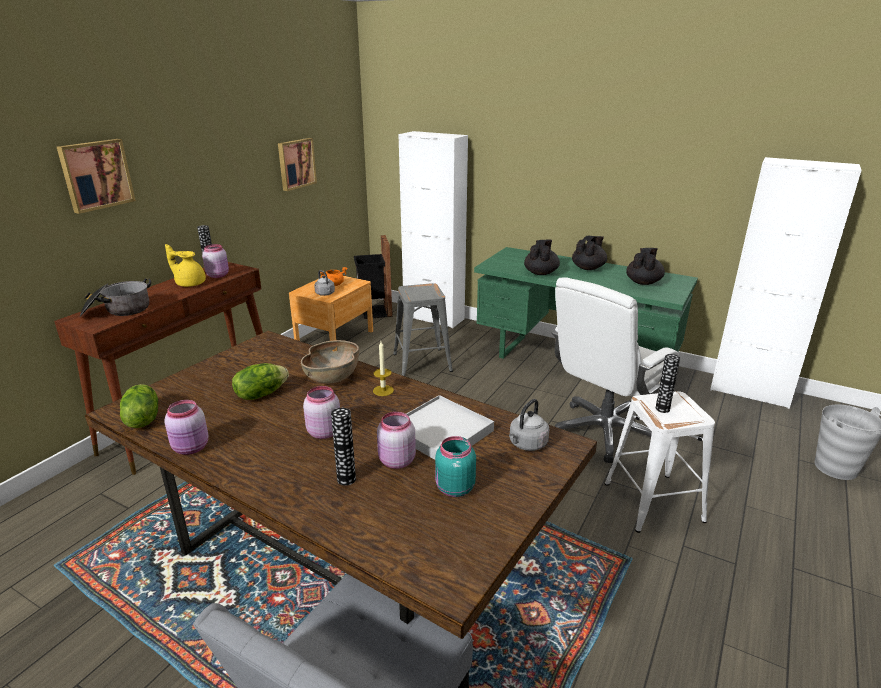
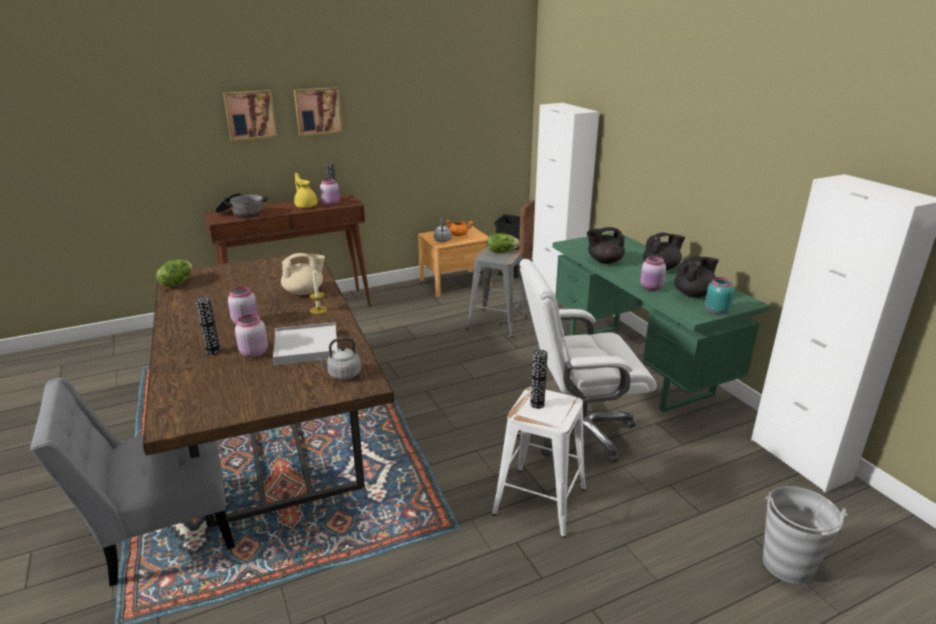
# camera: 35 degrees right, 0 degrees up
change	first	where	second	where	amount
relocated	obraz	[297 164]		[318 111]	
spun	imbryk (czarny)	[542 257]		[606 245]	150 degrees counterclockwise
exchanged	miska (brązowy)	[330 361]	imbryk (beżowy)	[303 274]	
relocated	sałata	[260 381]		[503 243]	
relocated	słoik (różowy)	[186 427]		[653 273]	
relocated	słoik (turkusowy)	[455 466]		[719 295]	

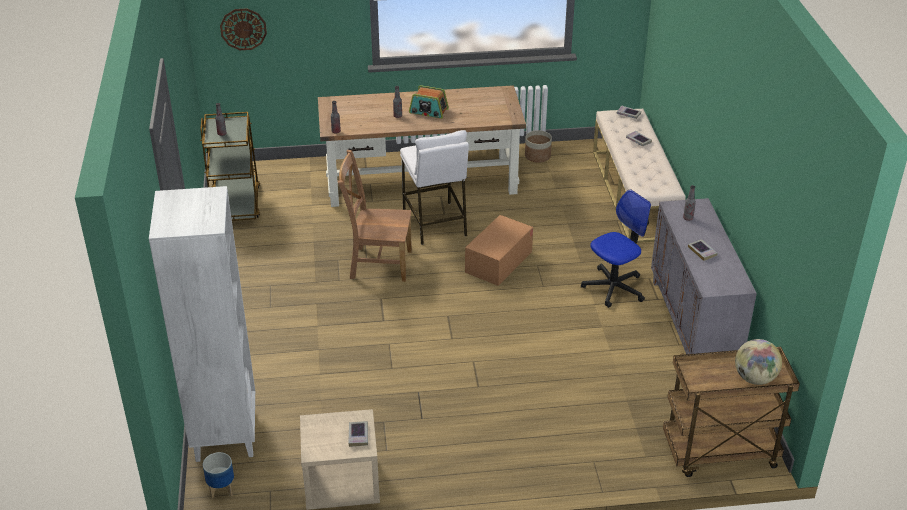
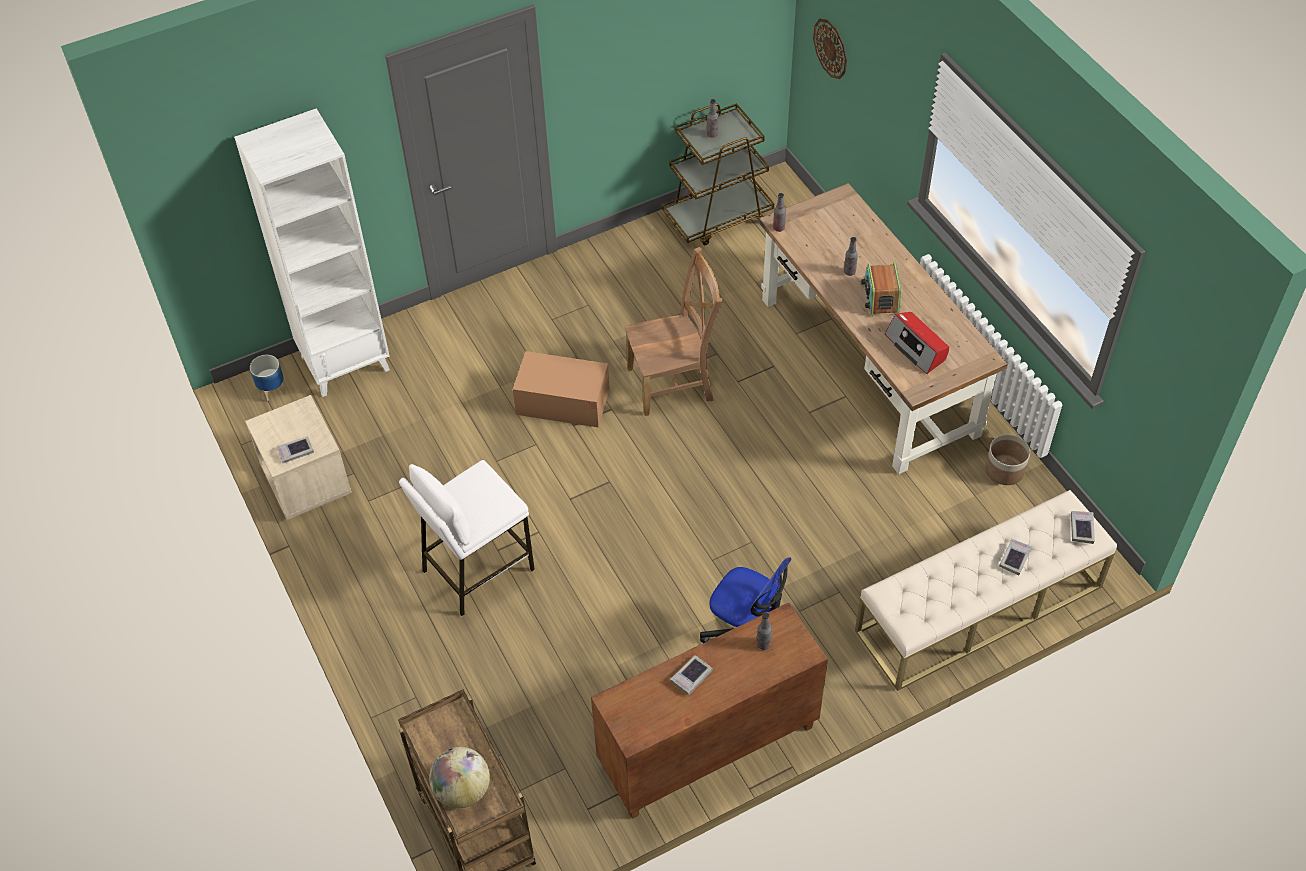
# camera: 70 degrees right, 15 degrees up
change	first	where	second	where	amount
relocated	stołek (biały)	[434 187]		[467 538]	
spun	krzesło (brązowy)	[375 216]		[674 331]	90 degrees clockwise
colour	szafka (szary)	[704 276]	szafka (brązowy)	[709 711]	
relocated	karton	[499 250]		[561 389]	
appeared			radio	[917 343]	

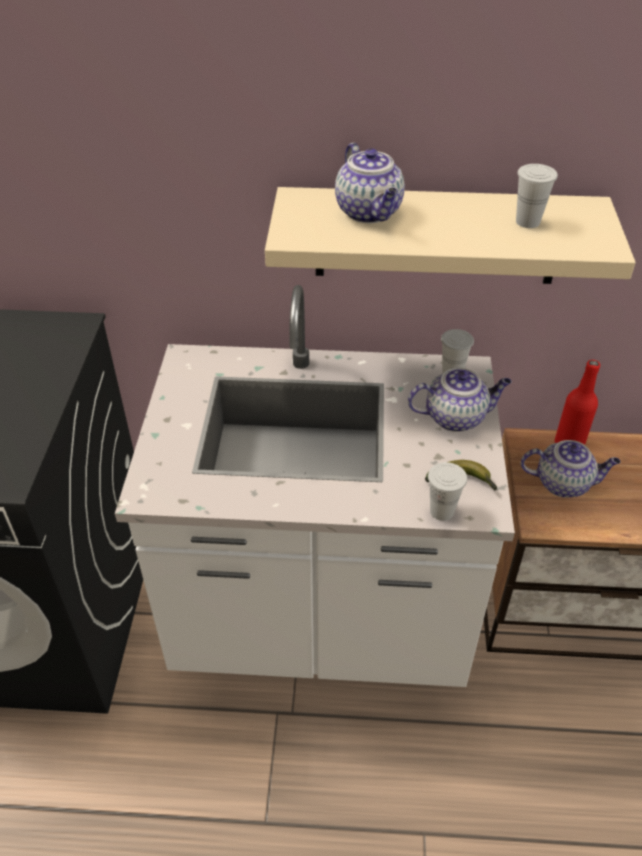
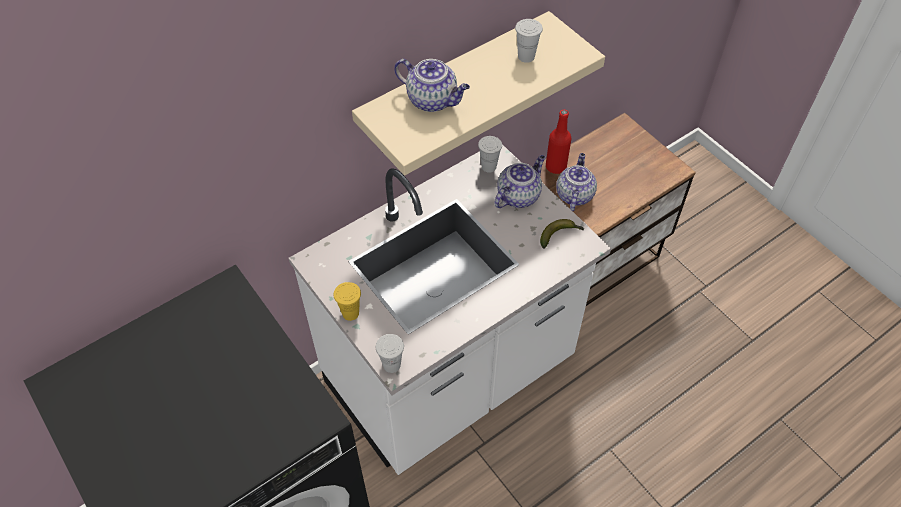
# camera: 40 degrees left, 10 degrees up
change	first	where	second	where	amount
spun	imbryk	[571 469]		[576 182]	45 degrees counterclockwise
relocated	filiżanka (biały)	[447 491]		[390 353]	
appeared			filiżanka (żółty)	[347 301]	

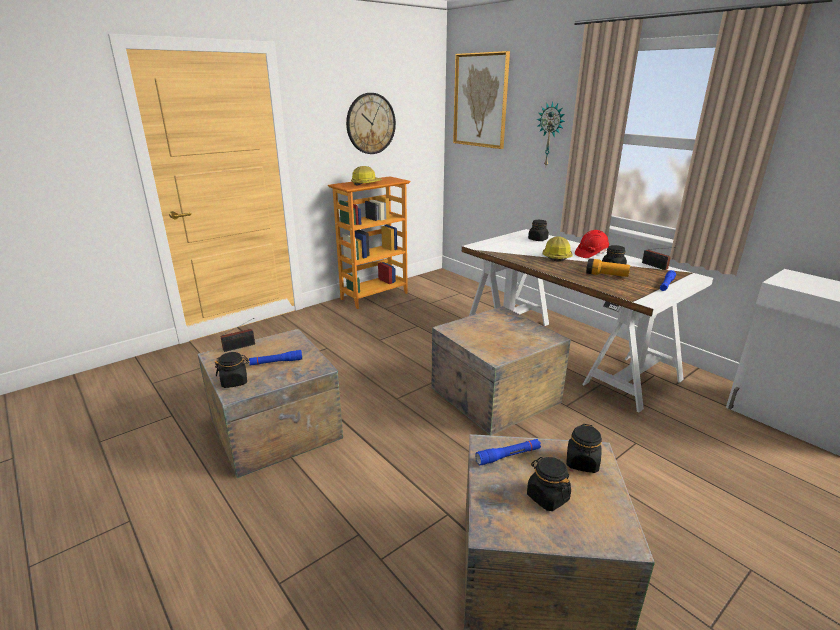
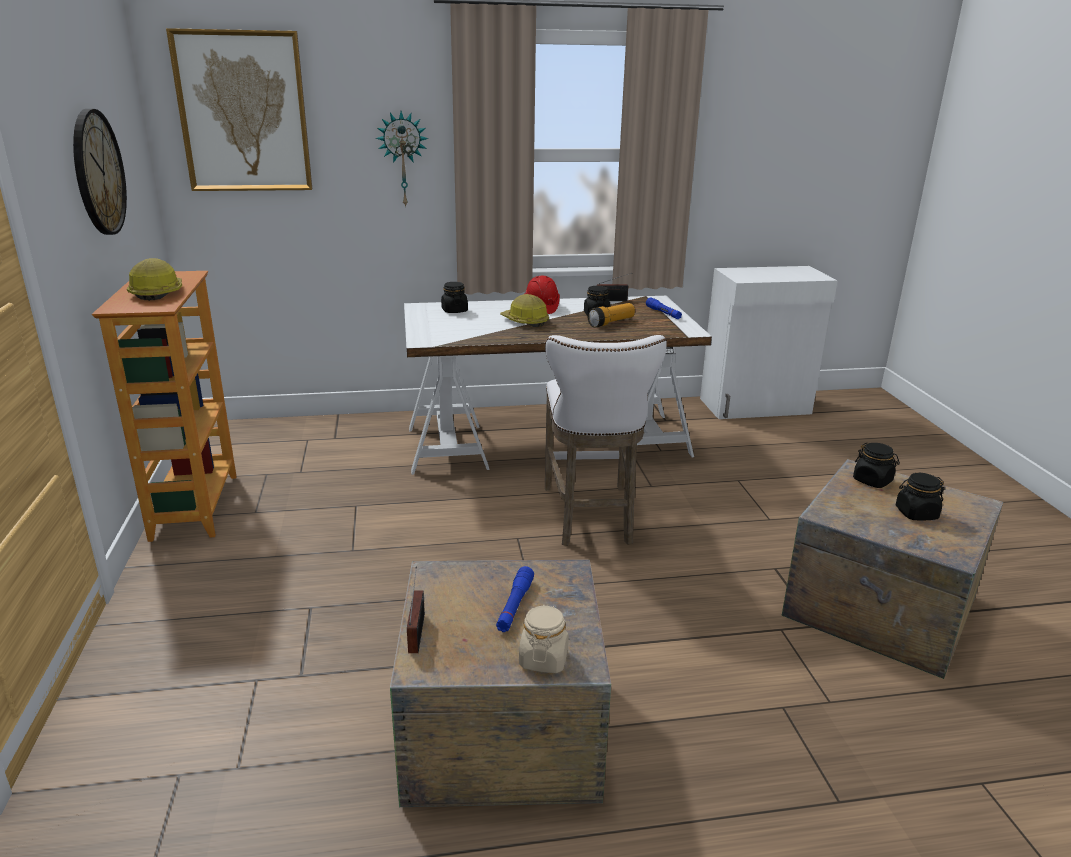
# camera: 60 degrees left, 0 degrees up
change	first	where	second	where	amount
exchanged	skrzynka	[501 370]	stołek (biały)	[606 440]	
colour	słoik (czarny)	[232 370]	słoik (beżowy)	[544 639]	
missing	latarka (niebieski)	[508 452]			

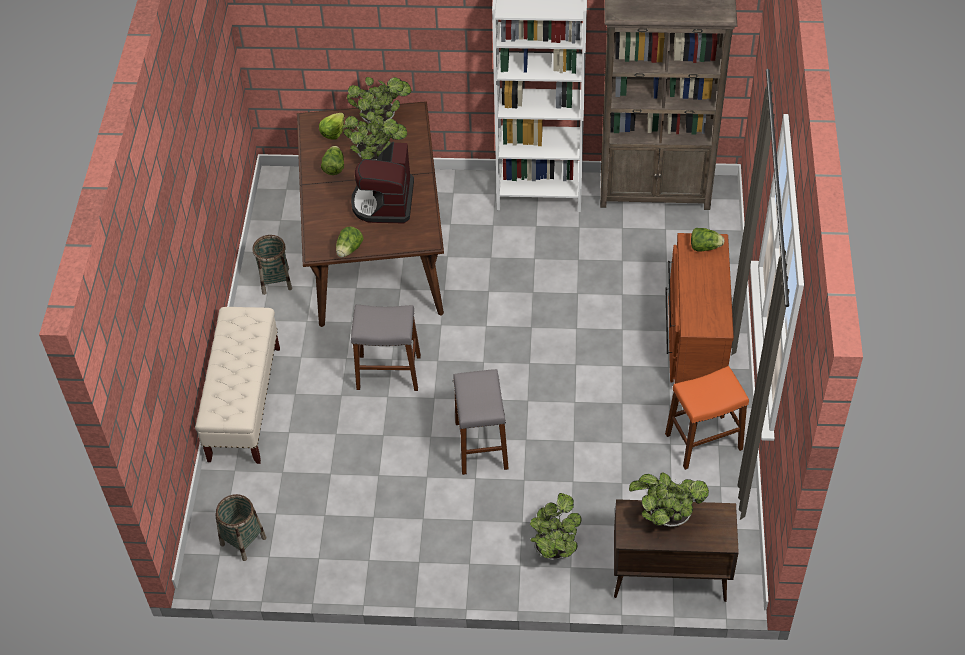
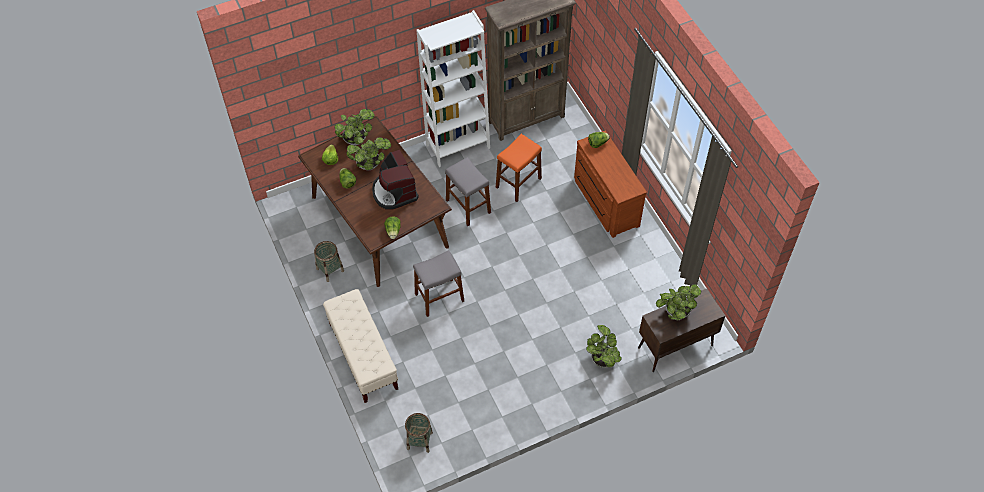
# camera: 30 degrees left, 5 degrees up
change	first	where	second	where	amount
relocated	stołek (pomarańczowy)	[707 418]		[519 168]	
relocated	stołek (szary)	[481 422]		[468 191]	

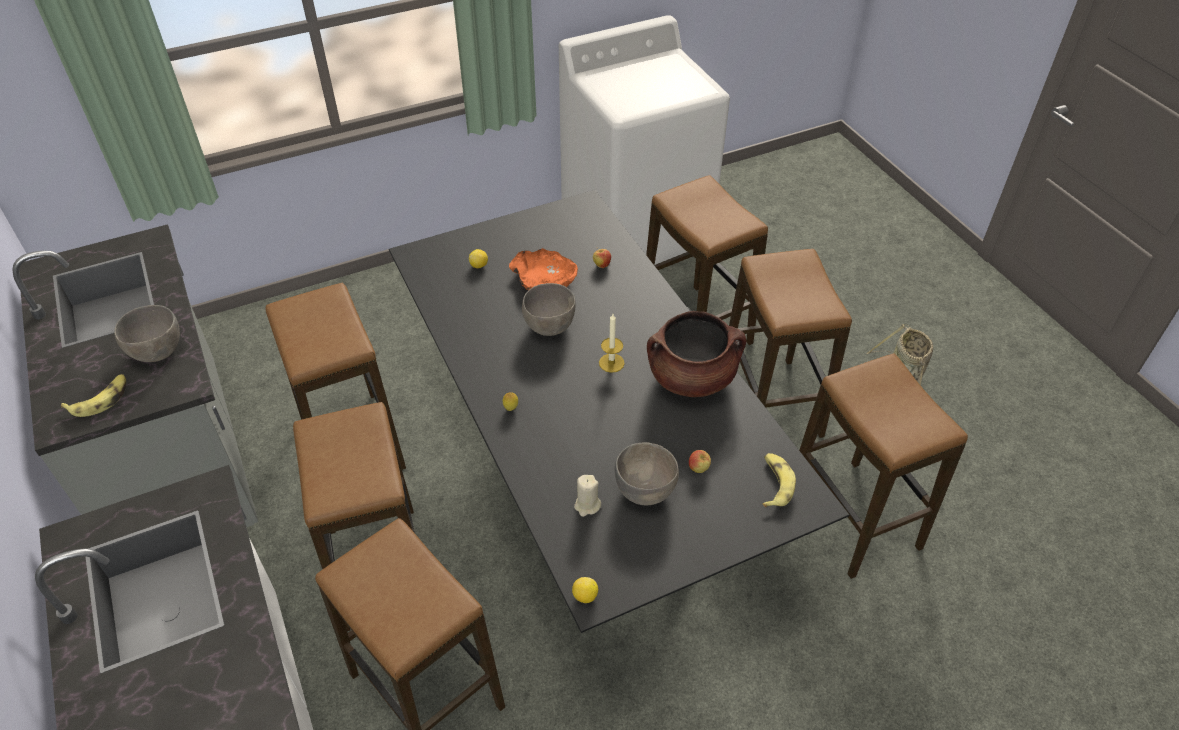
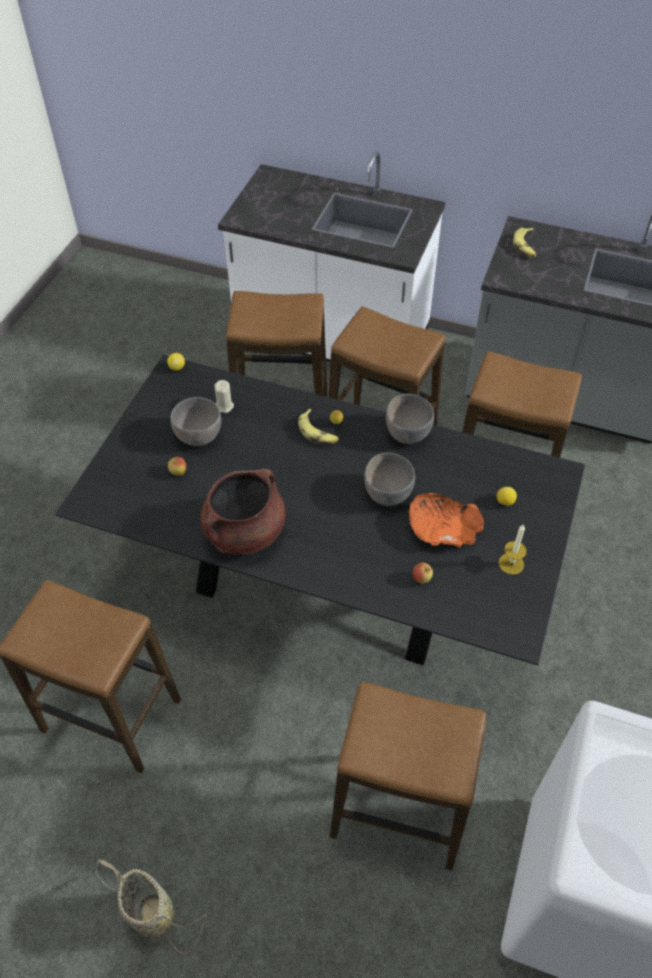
# camera: 135 degrees right, 5 degrees up
change	first	where	second	where	amount
missing	stołek	[790 343]			
relocated	miska (szary)	[147 333]		[410 419]	
relocated	świeca	[612 343]		[513 550]	
relocated	banan	[779 480]		[318 427]	

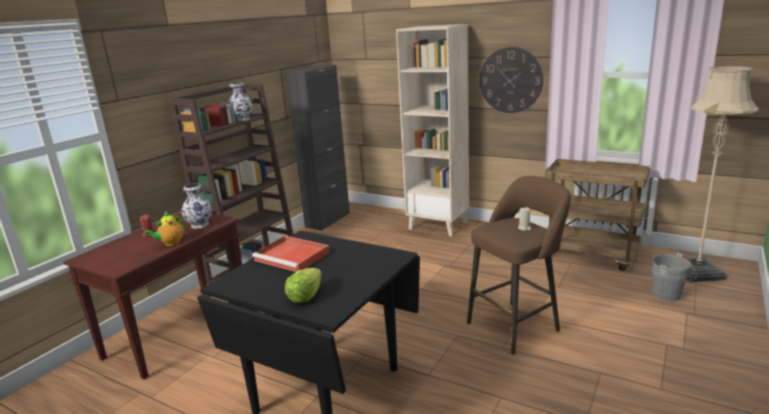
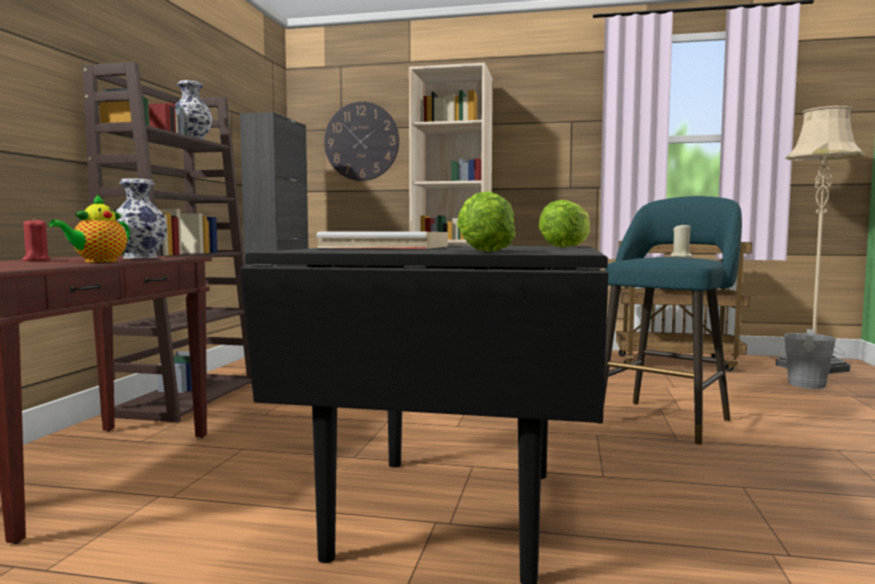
# camera: 20 degrees left, 15 degrees down
change	first	where	second	where	amount
relocated	zegar ścienny	[511 80]		[361 141]	
colour	stołek (brązowy)	[519 265]	stołek (turkusowy)	[670 320]	
colour	taca (czerwony)	[291 254]	taca (beżowy)	[382 240]	
appeared			sałata	[564 223]	

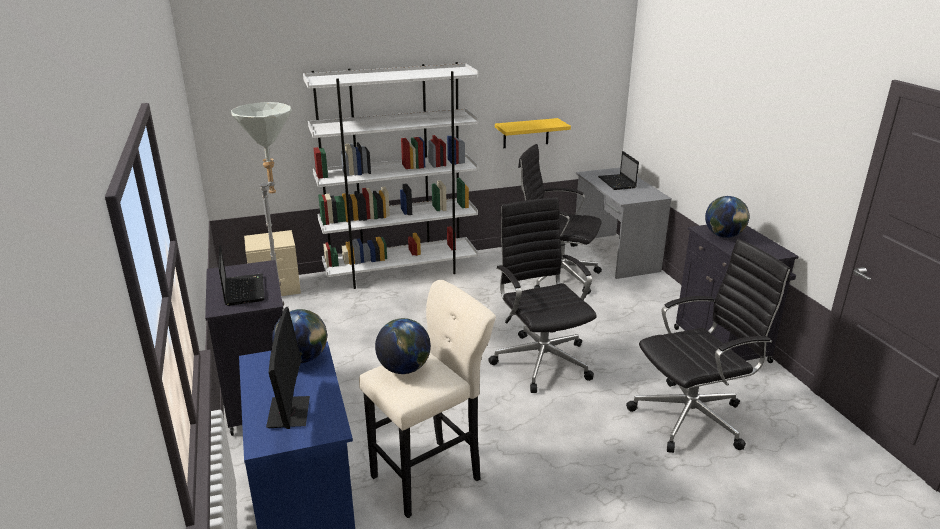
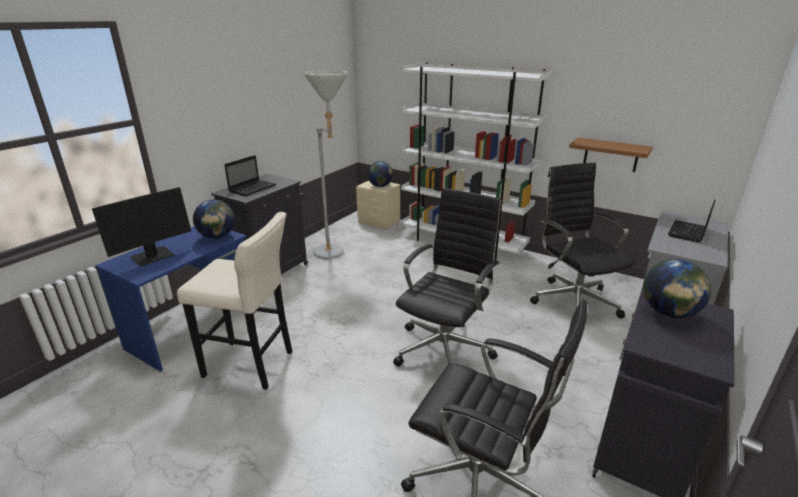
# camera: 50 degrees right, 0 degrees up
change	first	where	second	where	amount
colour	półka (żółty)	[533 133]	półka (brązowy)	[610 155]	
relocated	globus	[403 346]		[380 174]	

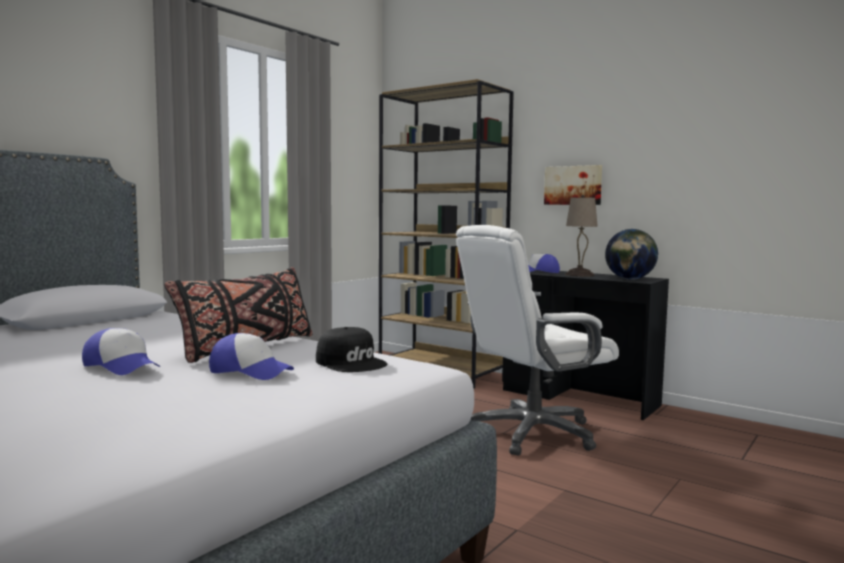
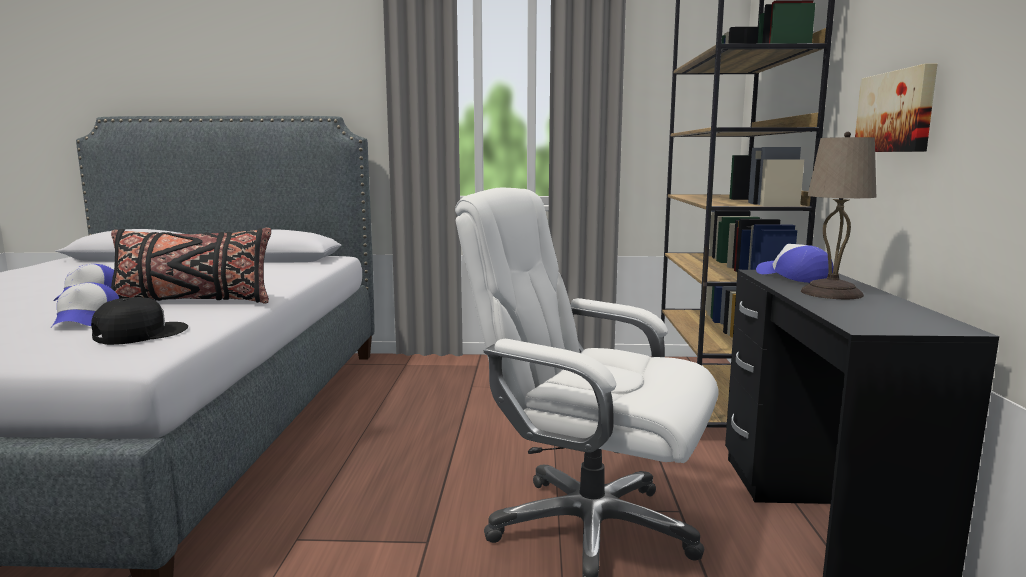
# camera: 55 degrees right, 5 degrees up
change	first	where	second	where	amount
missing	globus	[631 254]			
spun	czapka z daszkiem (czarny)	[352 349]		[139 321]	150 degrees counterclockwise

